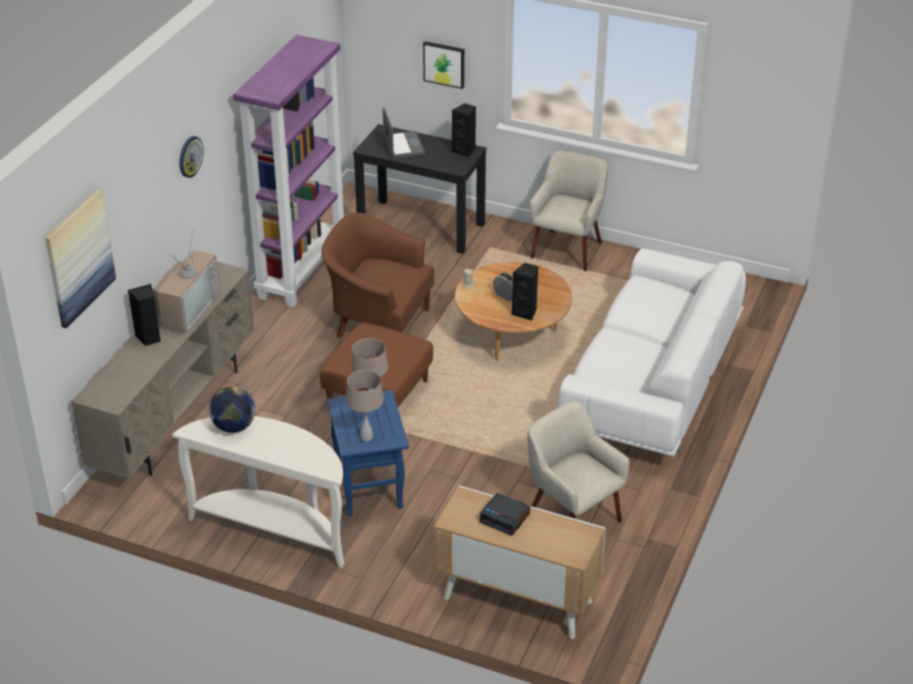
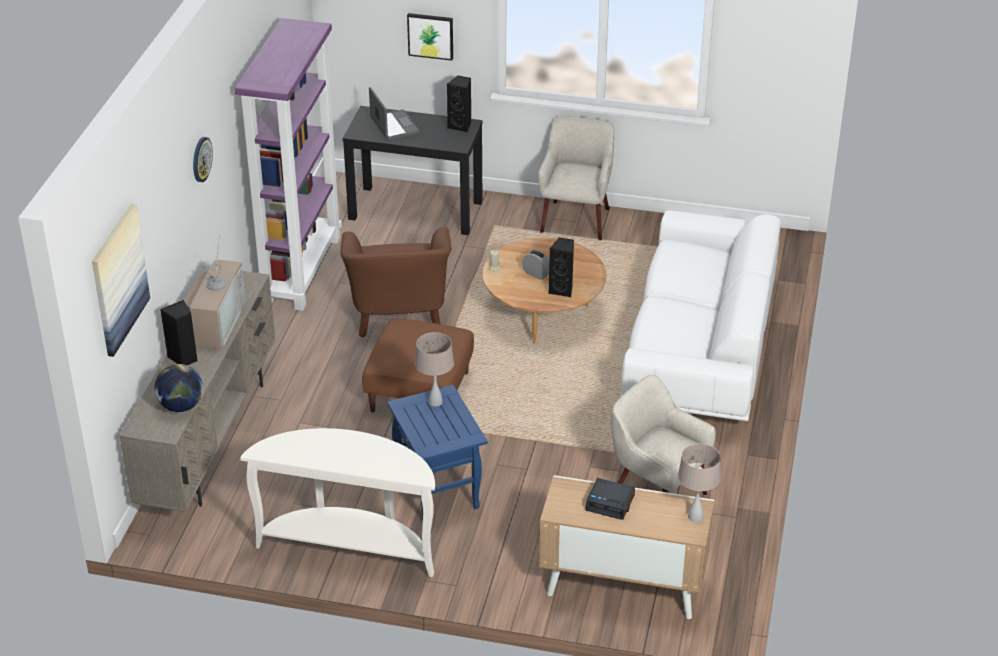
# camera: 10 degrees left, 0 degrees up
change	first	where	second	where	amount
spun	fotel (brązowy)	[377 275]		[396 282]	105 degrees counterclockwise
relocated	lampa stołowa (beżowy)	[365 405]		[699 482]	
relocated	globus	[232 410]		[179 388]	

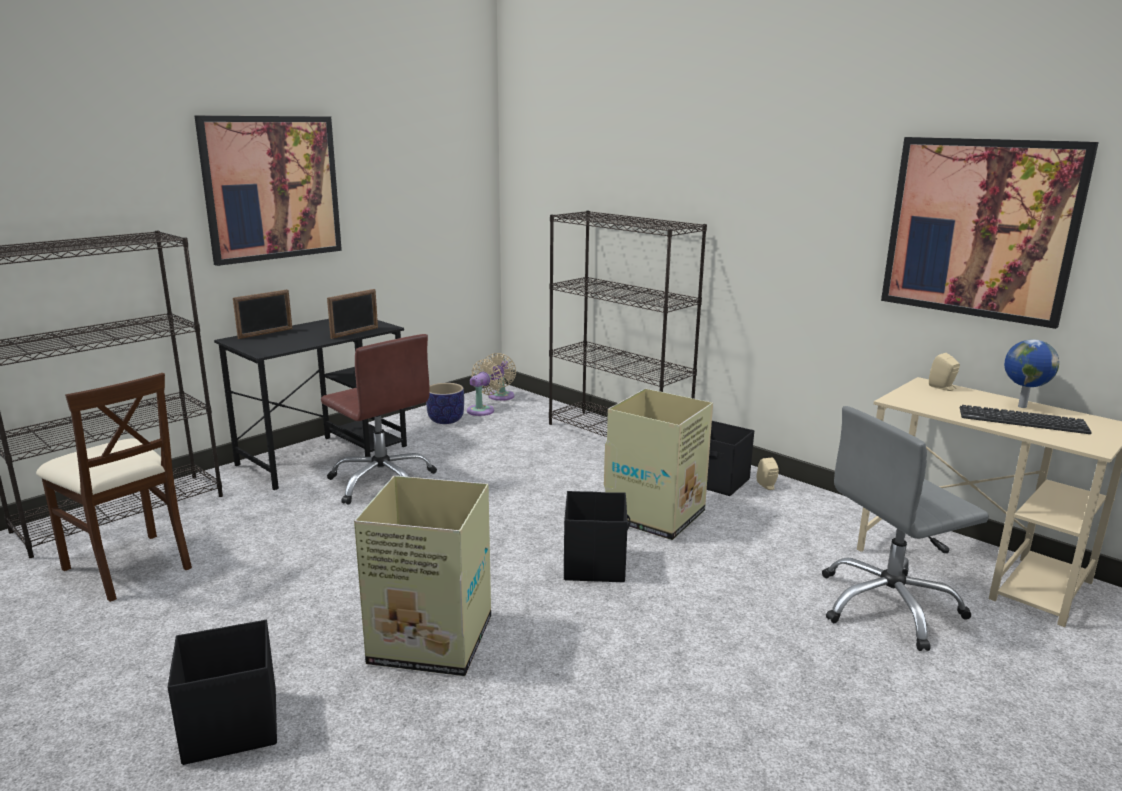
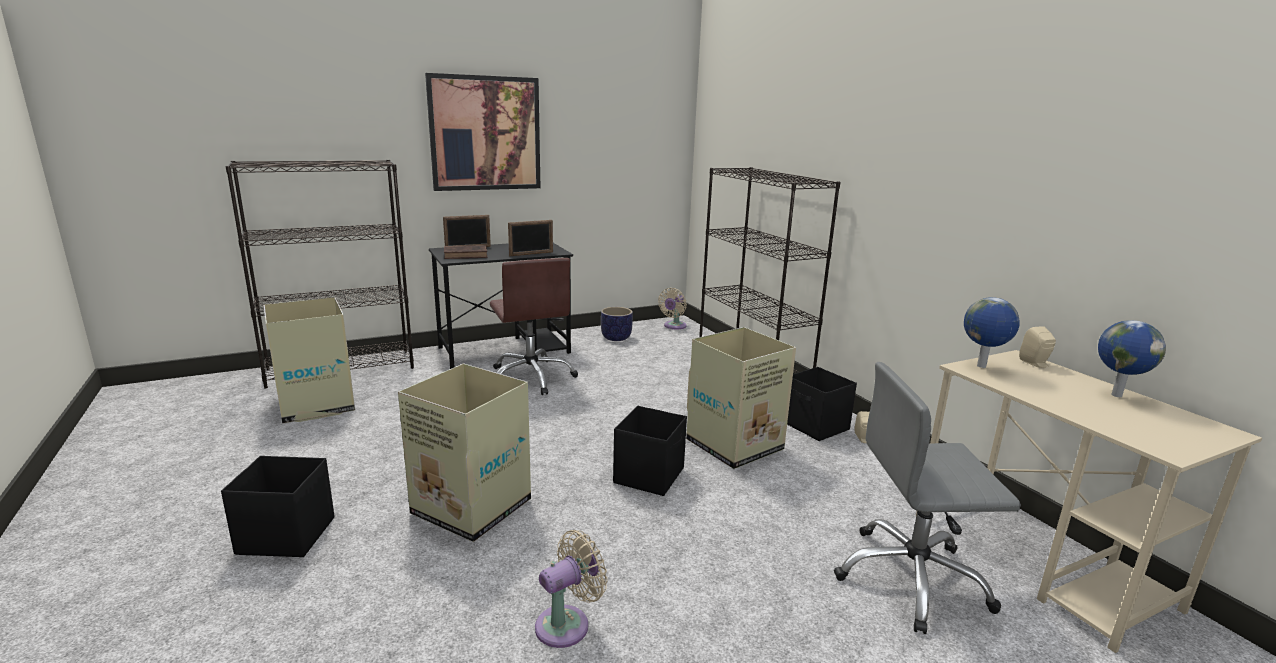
# camera: 20 degrees right, 0 degrees up
change	first	where	second	where	amount
missing	obraz	[990 233]			
relocated	wentylator (beżowy)	[485 387]		[571 589]	
exchanged	krzesło (beżowy)	[114 487]	karton	[309 360]	
missing	klawiatura	[1026 419]			
appeared			książka (brązowy)	[466 252]	
appeared			globus	[992 332]	

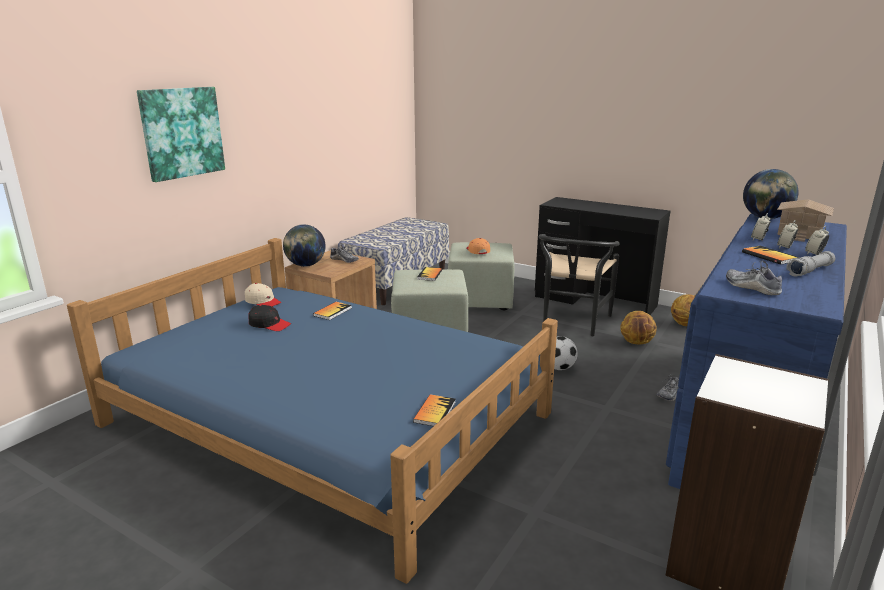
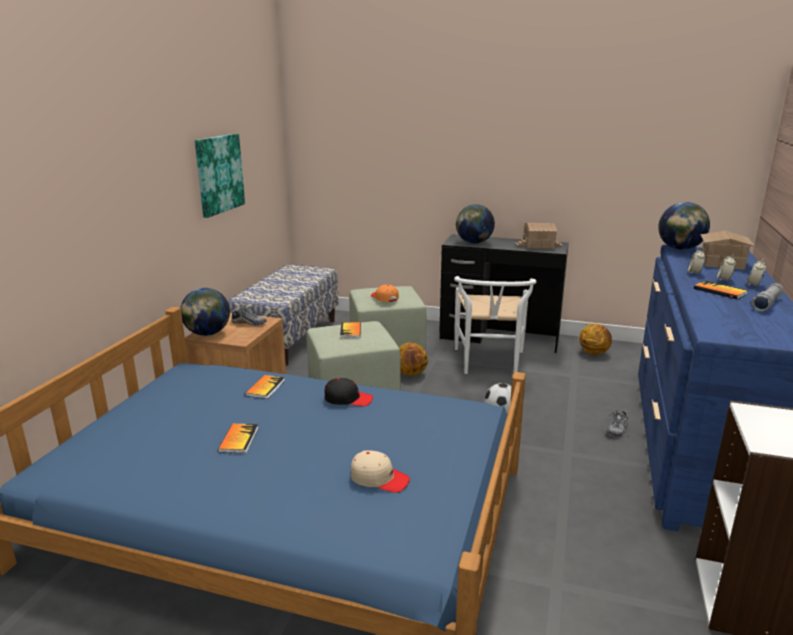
# camera: 15 degrees left, 0 degrees up
change	first	where	second	where	amount
relocated	obraz	[181 134]		[220 176]	
colour	krzesło (czarny)	[579 285]	krzesło (biały)	[495 325]	
missing	but	[754 278]			
relocated	czapka z daszkiem (beżowy)	[263 295]		[380 471]	
relocated	czapka z daszkiem (czarny)	[269 318]		[348 392]	
relocated	piłka do koszykówki	[638 327]		[413 359]	
relocated	książka	[434 410]		[238 438]	
appeared			globus	[475 224]	
appeared			domek	[539 236]	

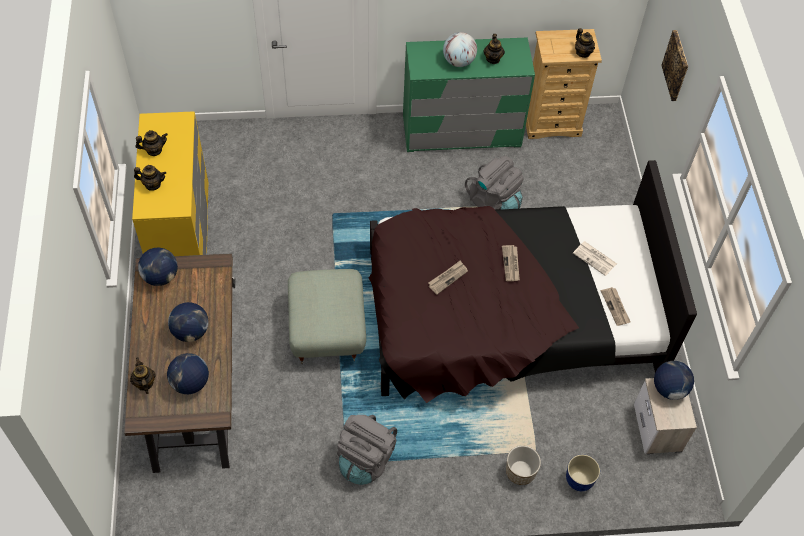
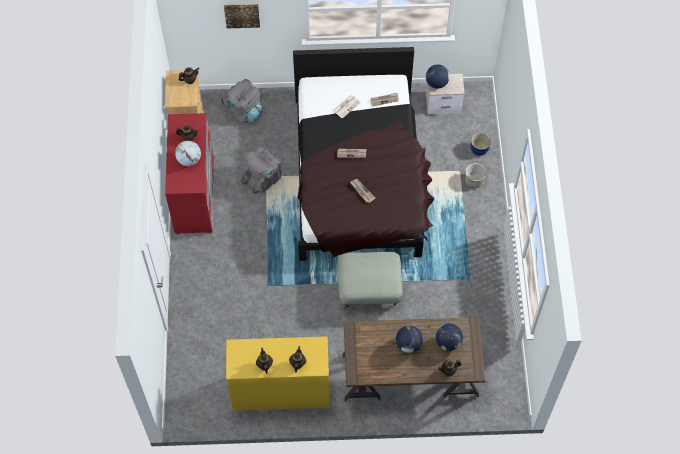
# camera: 85 degrees left, 5 degrees up
change	first	where	second	where	amount
colour	komoda (zielony)	[469 94]	komoda (czerwony)	[189 173]	
missing	globus	[158 267]			
relocated	plecak (szary)	[367 450]		[242 101]	

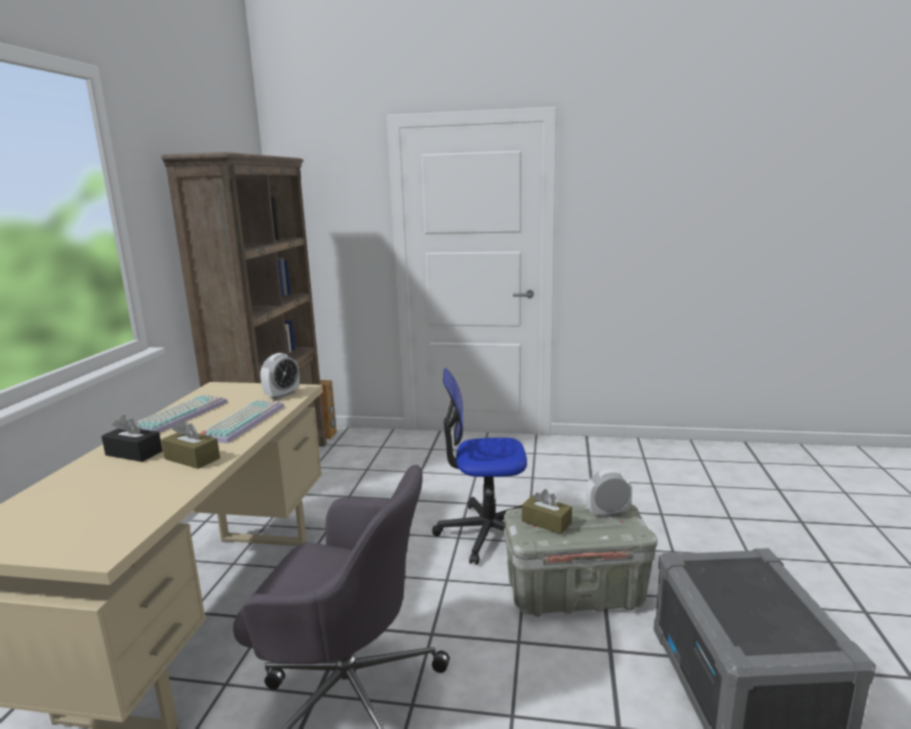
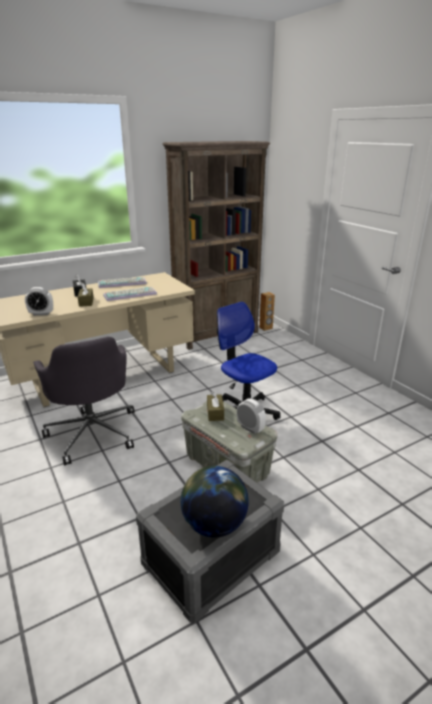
# camera: 50 degrees right, 10 degrees up
change	first	where	second	where	amount
relocated	budzik	[280 376]		[39 301]	
appeared			globus	[215 502]	

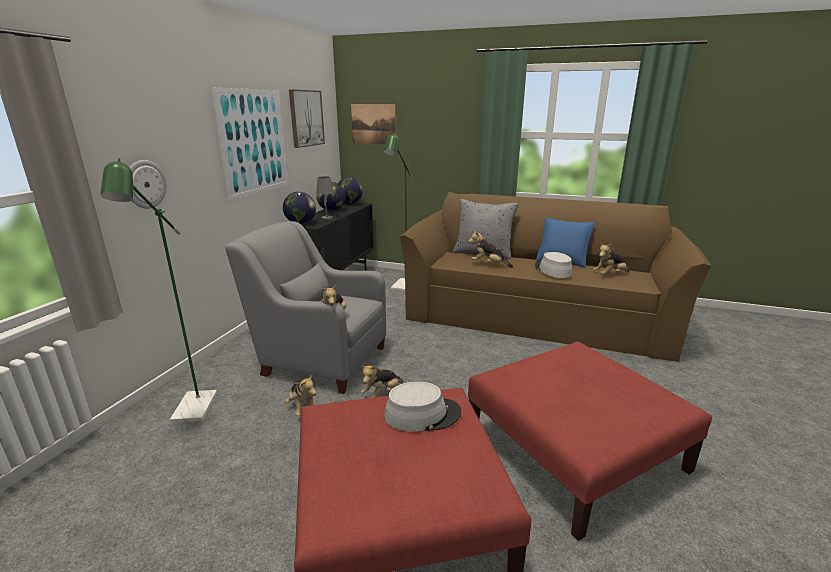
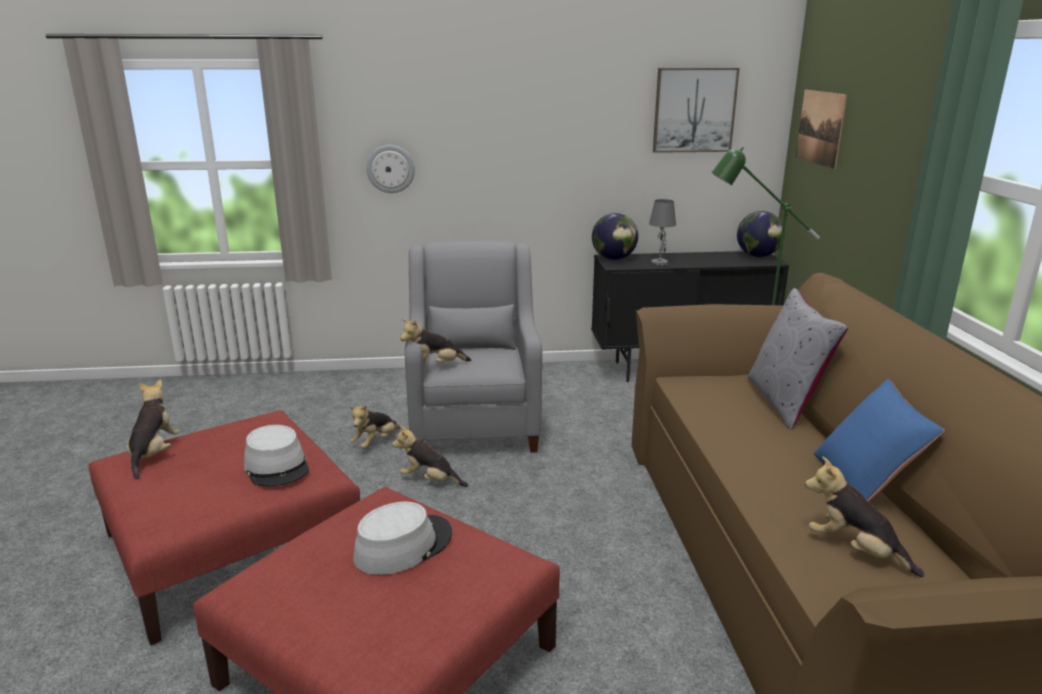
# camera: 65 degrees right, 0 degrees up
change	first	where	second	where	amount
missing	obraz	[249 143]			
missing	lampa stojąca (zielony)	[158 290]			
missing	globus	[330 196]			
relocated	pluszak	[490 249]		[153 429]	
relocated	kapelusz (szary)	[554 265]		[402 538]	

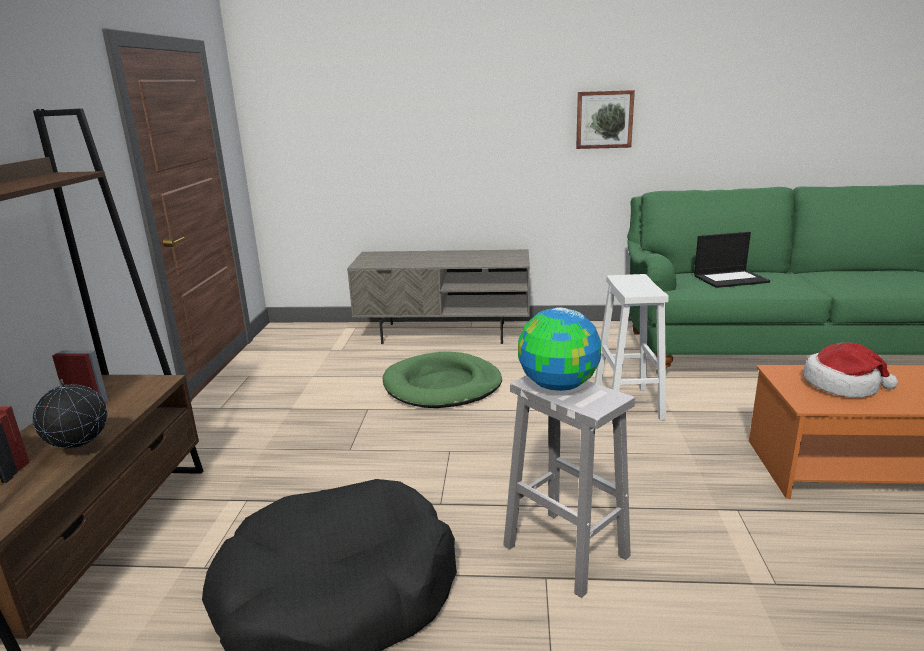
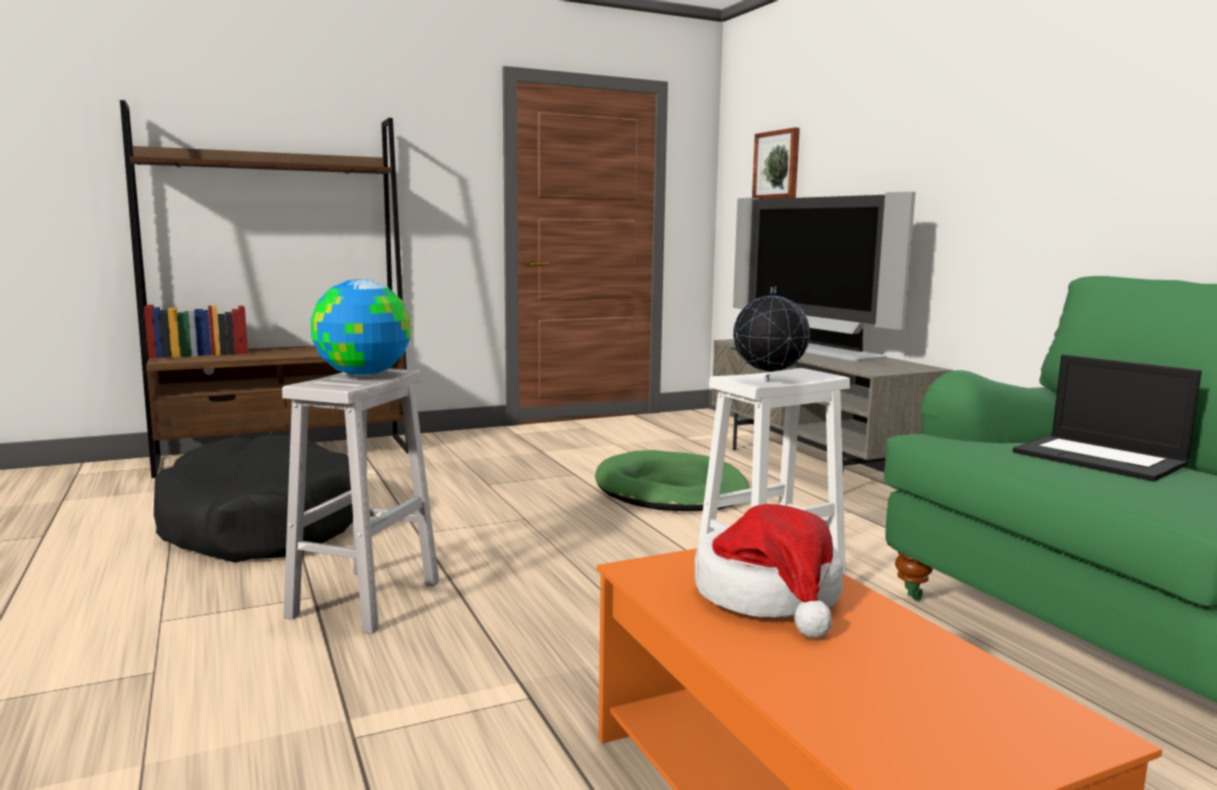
# camera: 60 degrees right, 10 degrees down
change	first	where	second	where	amount
relocated	obraz	[605 119]		[776 163]	
relocated	globus	[70 416]		[771 334]	
appeared			telewizor	[824 276]	

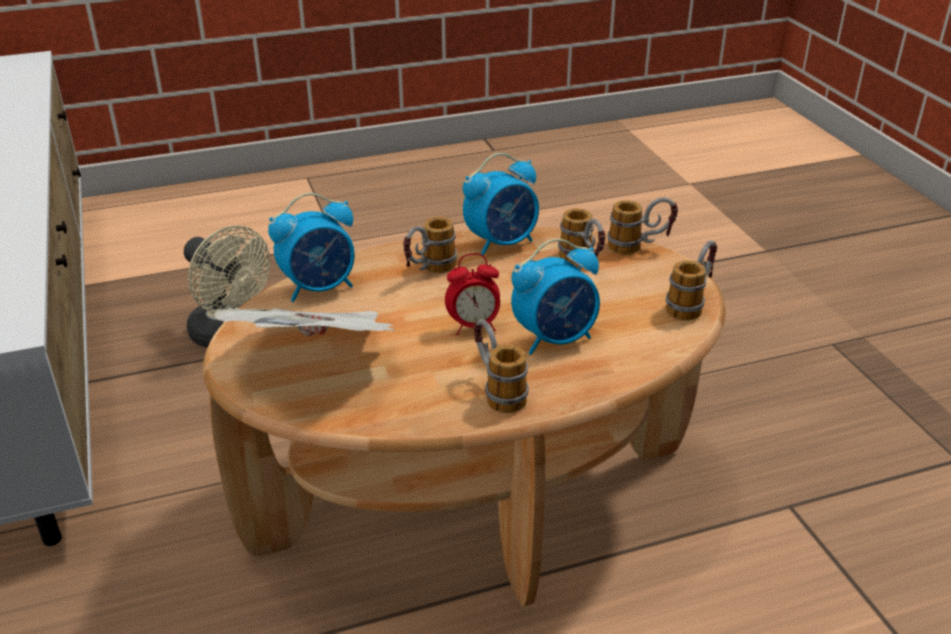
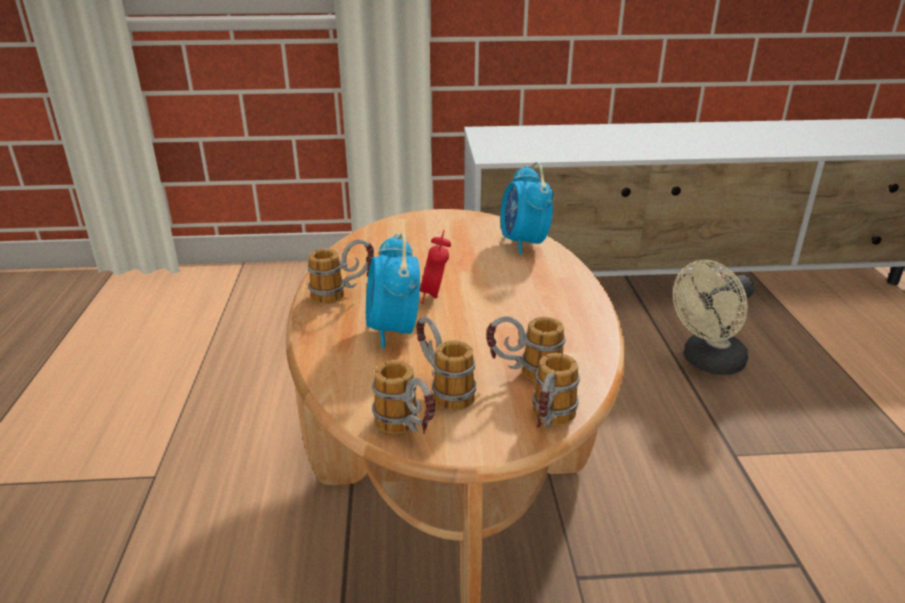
# camera: 105 degrees right, 5 degrees down
change	first	where	second	where	amount
missing	budzik	[501 204]			
relocated	kubek	[430 245]		[446 364]	
missing	gazeta	[305 322]			

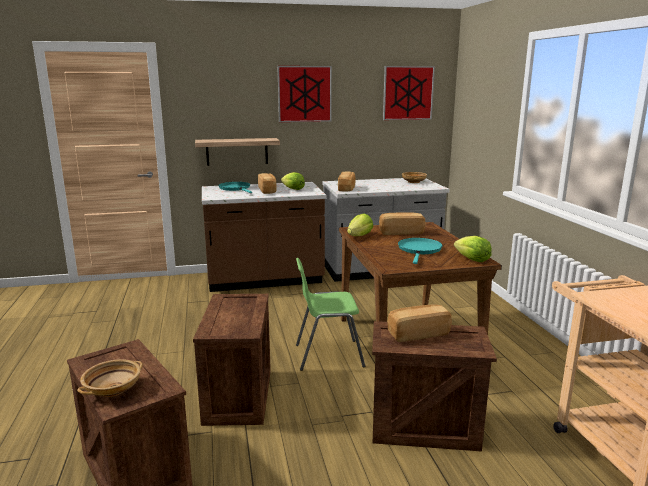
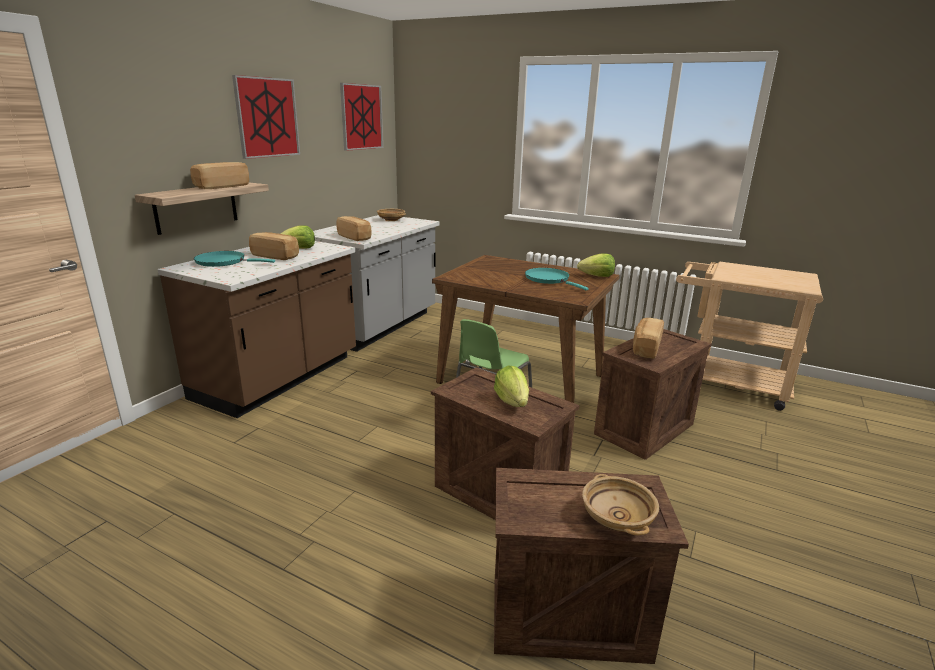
# camera: 50 degrees left, 5 degrees up
change	first	where	second	where	amount
relocated	sałata	[360 224]		[511 386]	
relocated	chleb	[402 224]		[219 175]	

